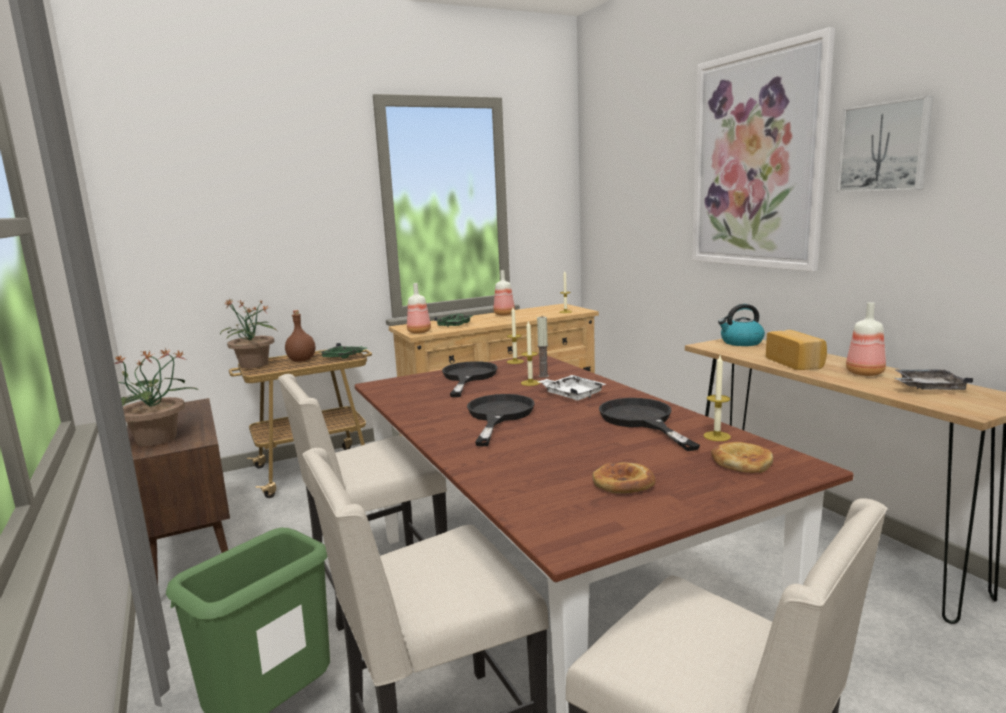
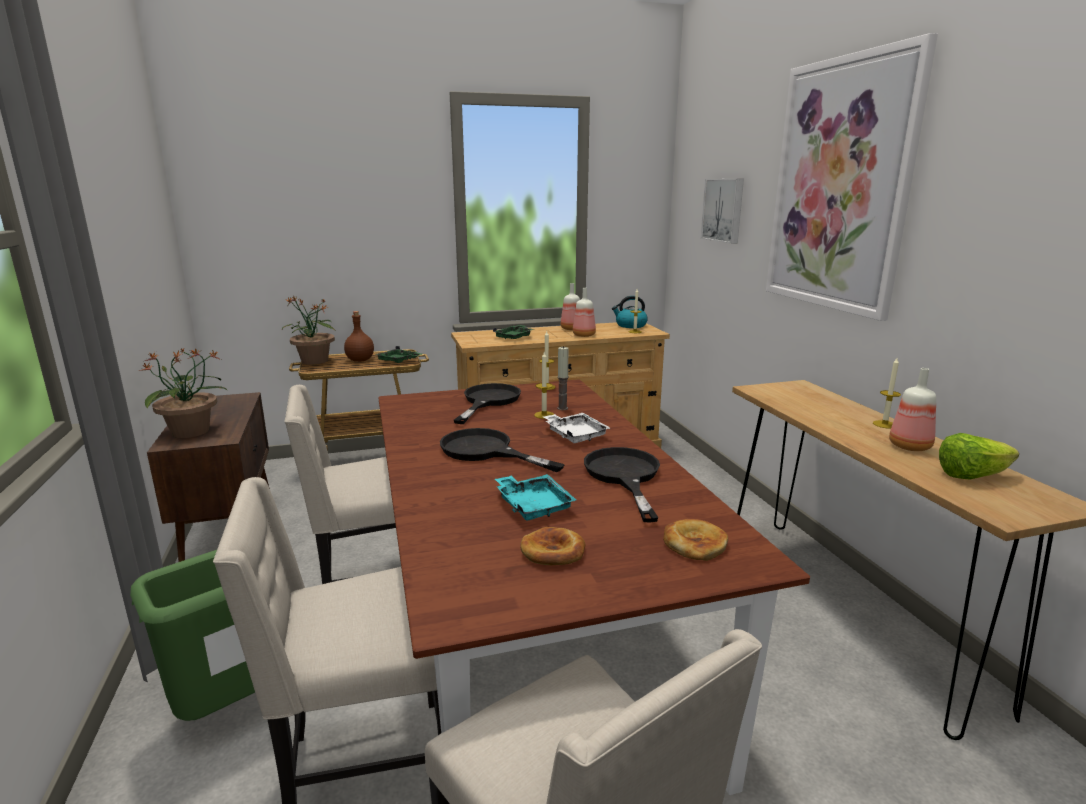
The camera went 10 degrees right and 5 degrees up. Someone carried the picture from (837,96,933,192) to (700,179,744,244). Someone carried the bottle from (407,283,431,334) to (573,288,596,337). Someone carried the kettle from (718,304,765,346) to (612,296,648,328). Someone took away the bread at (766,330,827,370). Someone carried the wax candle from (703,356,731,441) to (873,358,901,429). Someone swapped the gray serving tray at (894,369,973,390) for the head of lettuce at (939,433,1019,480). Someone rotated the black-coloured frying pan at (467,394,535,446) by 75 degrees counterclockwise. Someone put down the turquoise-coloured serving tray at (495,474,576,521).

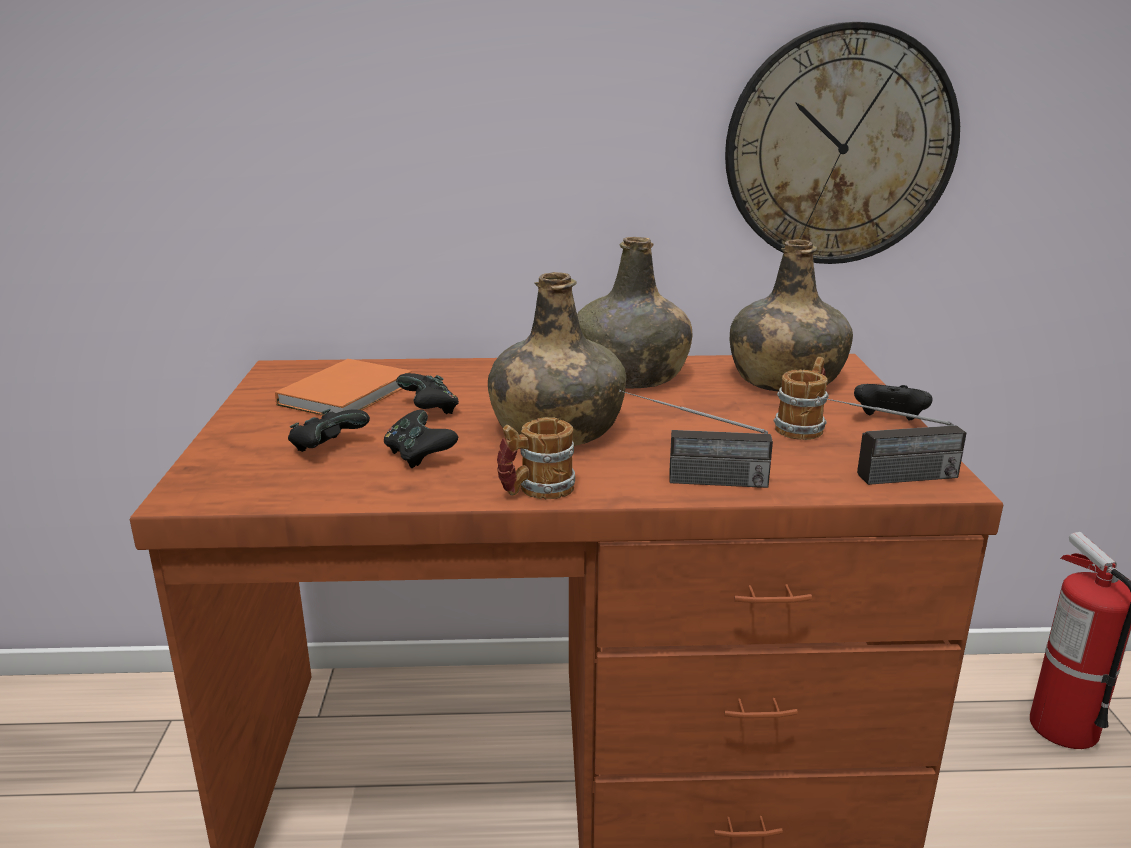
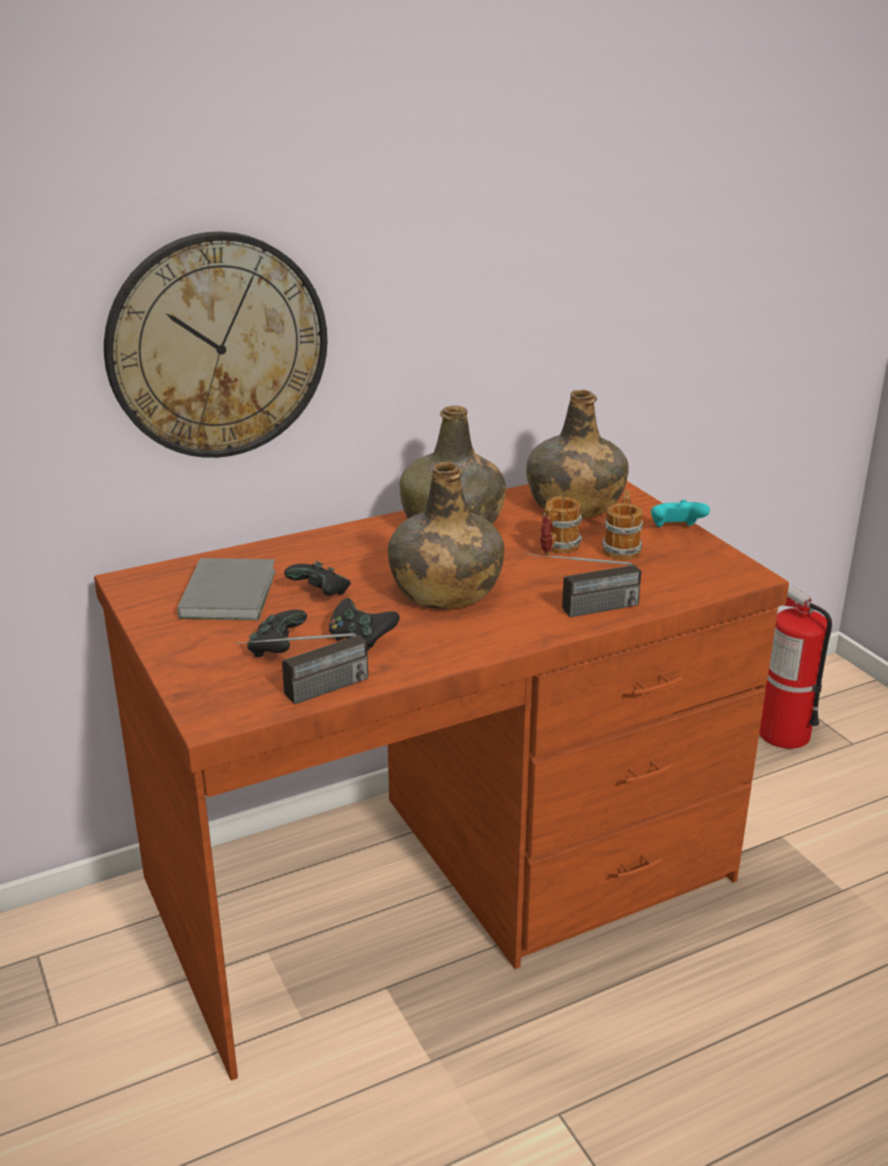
The camera went 25 degrees left and 5 degrees up. Someone carried the wall clock from (725,22,960,264) to (104,232,327,458). Someone repainted the orange bound book at (275,359,412,416), which became the gray bound book at (177,558,276,620). Someone repainted the black-coloured joypad at (854,384,933,421), which became the turquoise-coloured joypad at (651,500,710,527). Someone carried the radio set from (817,396,966,485) to (236,633,368,705). Someone carried the mug from (497,417,575,499) to (540,496,583,555).

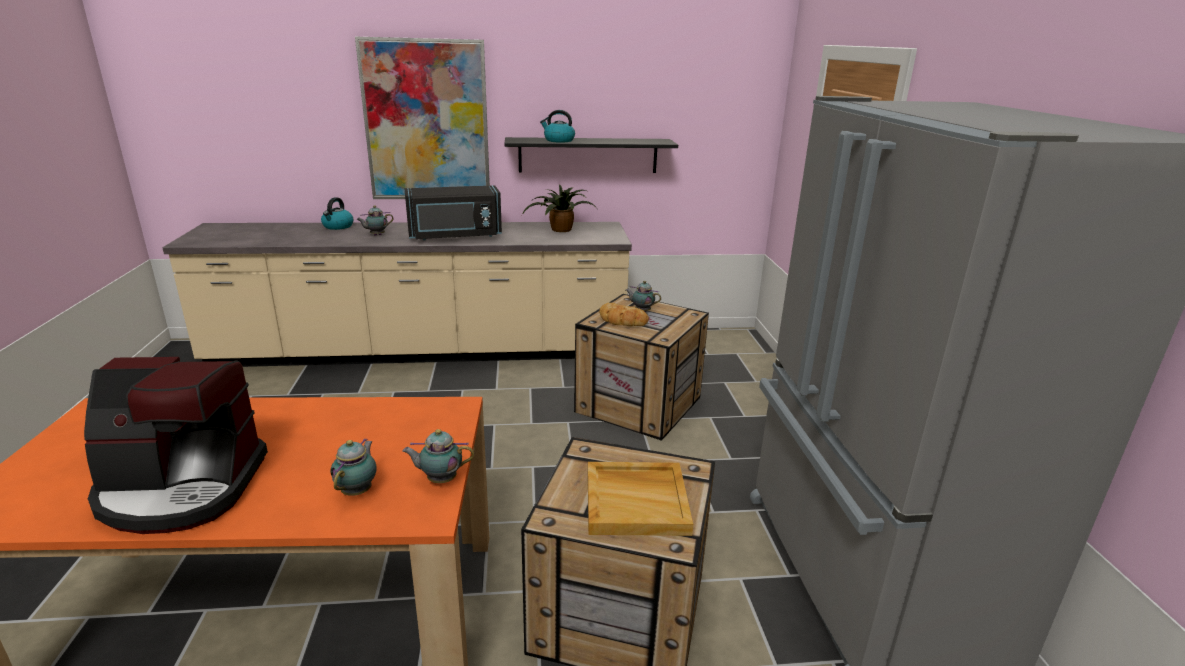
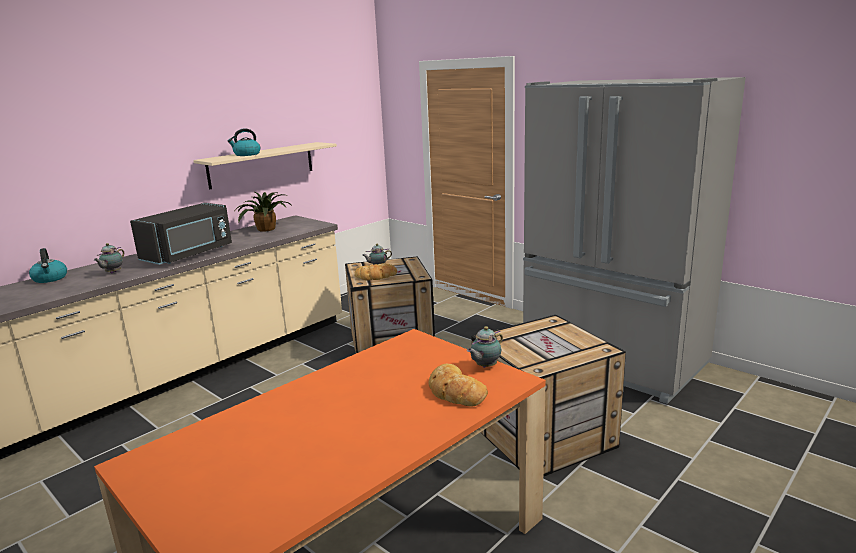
The camera went 40 degrees left and 5 degrees down. Someone took away the picture at (355,37,490,199). Someone repainted the black-coloured wall shelf at (504,137,678,173), which became the beige wall shelf at (193,142,337,190). Someone took away the coffee machine at (84,357,268,534). Someone swapped the pot for tea at (330,439,377,496) for the bread at (428,364,488,407). Someone took away the beige serving tray at (588,462,693,536).

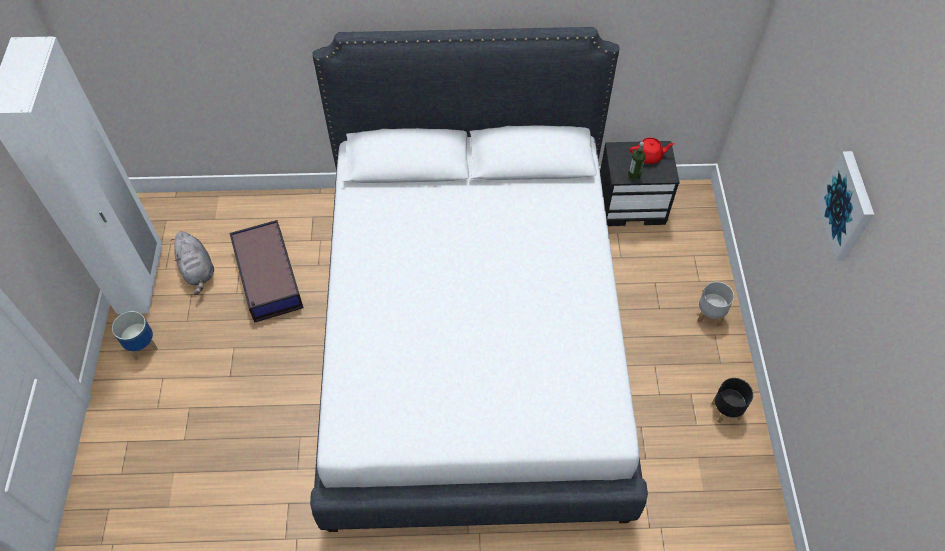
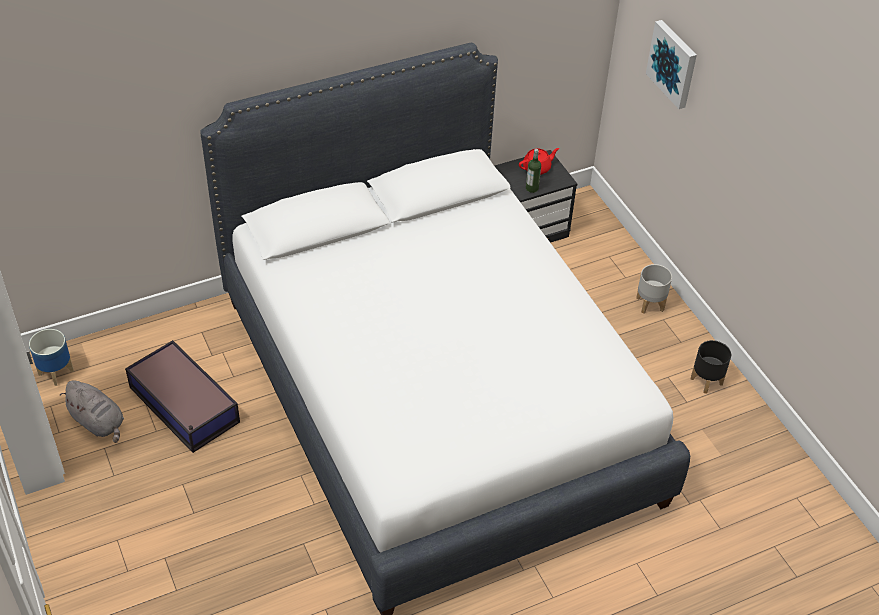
The camera went 25 degrees left and 10 degrees down. Someone carried the picture from (817,151,874,261) to (646,20,697,109). Someone carried the flower pot from (112,311,158,360) to (29,329,74,386).

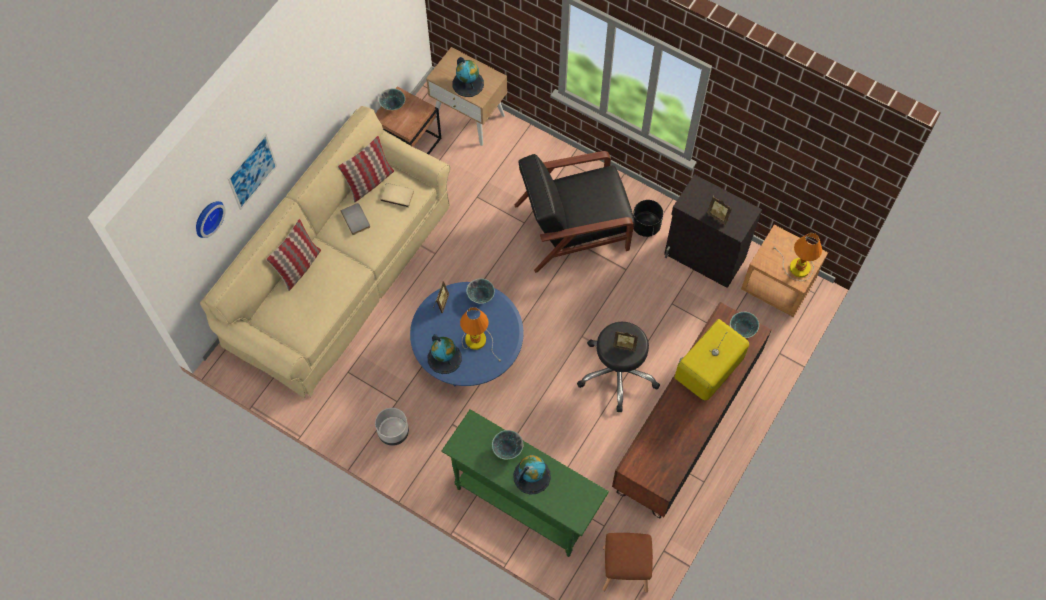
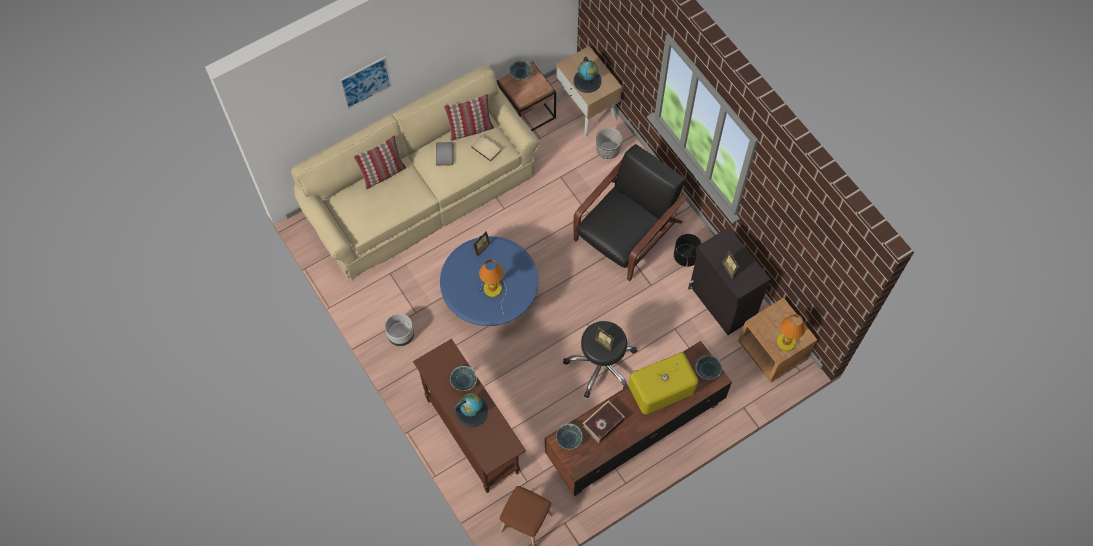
The camera went 25 degrees right and 0 degrees up. Someone rotated the black-coloured easy chair at (515,151,635,273) by 120 degrees clockwise. Someone took away the wall clock at (196,201,226,238). Someone carried the deep dish from (467,278,495,304) to (556,423,582,449). Someone took away the desk globe at (428,334,462,374). Someone repainted the greenish narrow table at (441,409,609,557), which became the brown narrow table at (413,339,526,493). Someone put down the flower pot at (596,127,622,159). Someone put down the bound book at (583,400,625,443).

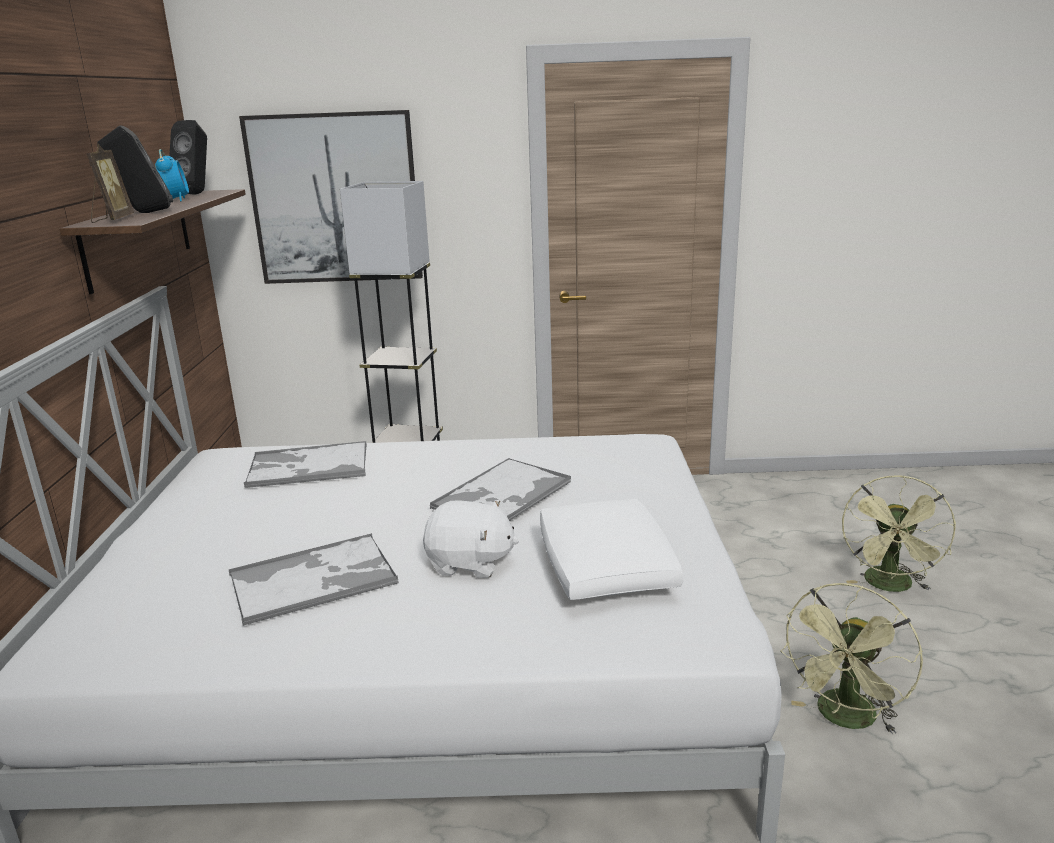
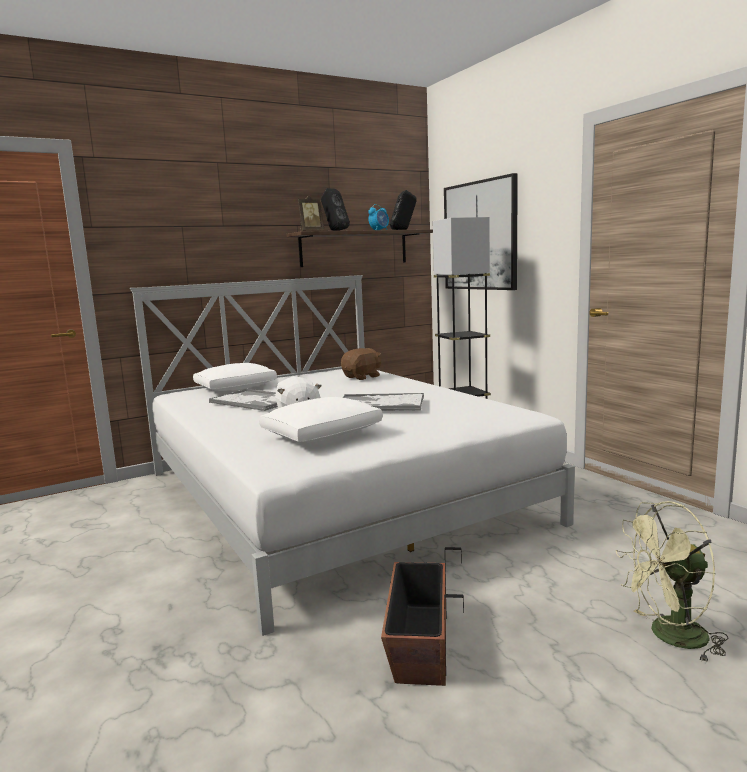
The camera went 60 degrees right and 10 degrees down. Someone swapped the serving tray at (244,441,367,488) for the brown plush toy at (341,348,381,380). Someone swapped the greenish electric fan at (780,583,923,734) for the flower pot at (381,547,464,686). Someone put down the white pillow at (193,363,277,391).

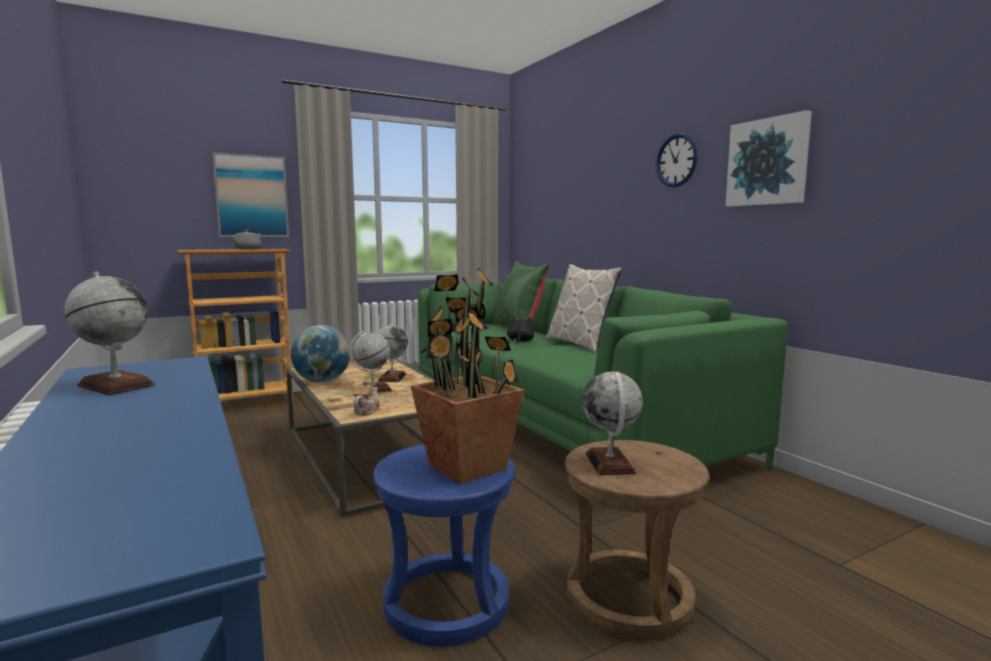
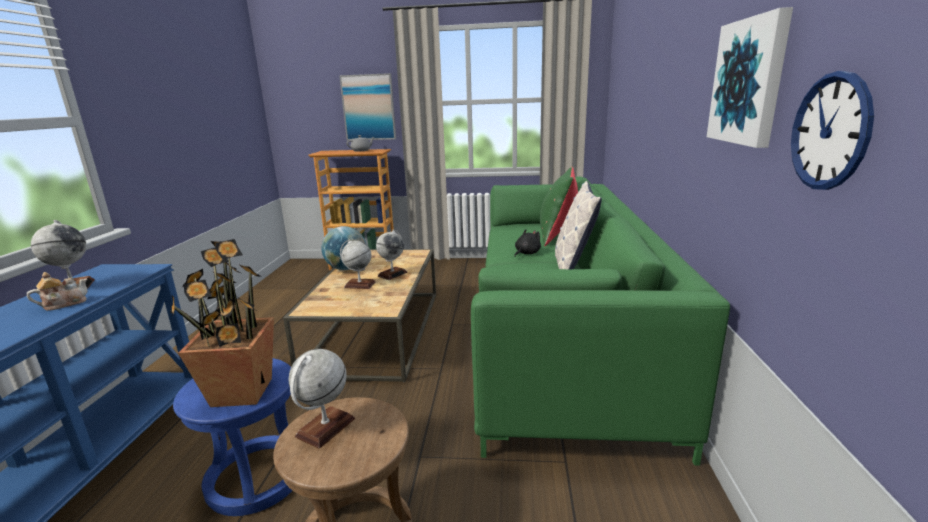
The camera went 35 degrees right and 10 degrees up. Someone carried the wall clock from (656,133,698,187) to (791,71,874,190). Someone carried the pot for tea from (352,379,380,415) to (27,272,87,311).

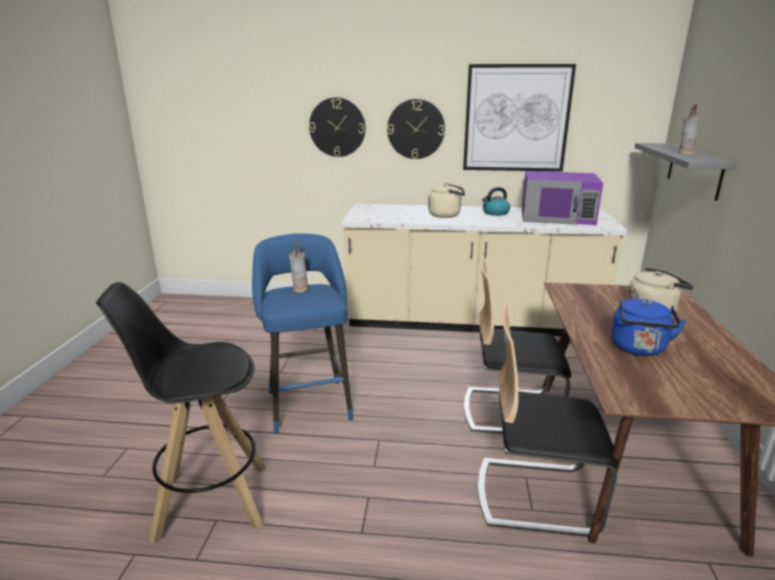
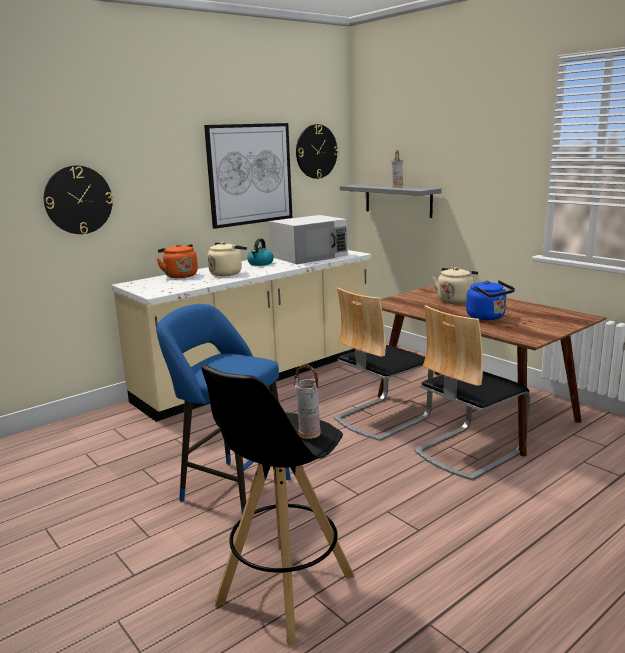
The camera went 45 degrees left and 5 degrees down. Someone carried the wall clock from (387,99,445,159) to (296,124,338,179). Someone repainted the purple-coloured microwave at (522,171,603,225), which became the white microwave at (269,215,348,264). Someone carried the vase from (289,240,308,292) to (294,364,321,439). Someone put down the orange kettle at (157,244,198,278).

